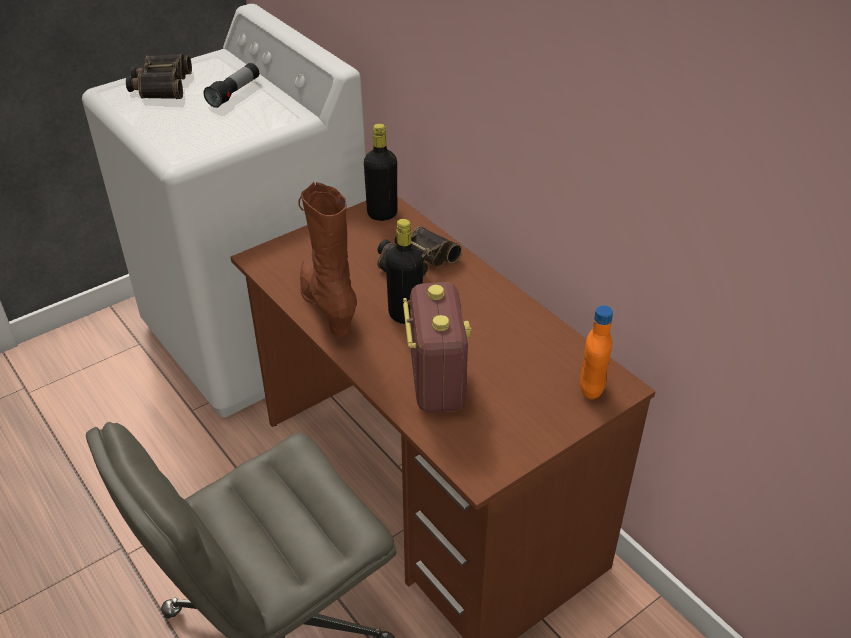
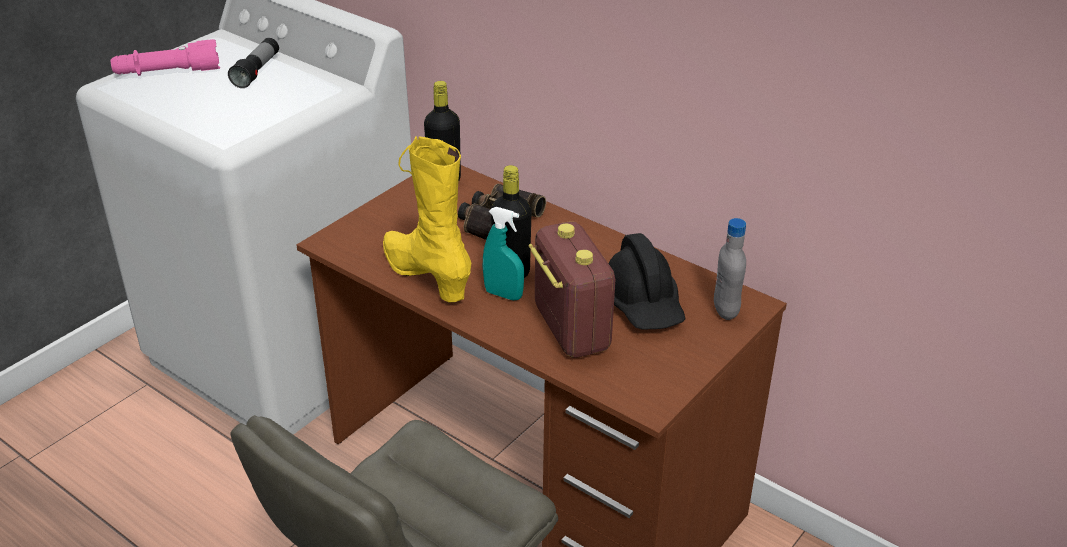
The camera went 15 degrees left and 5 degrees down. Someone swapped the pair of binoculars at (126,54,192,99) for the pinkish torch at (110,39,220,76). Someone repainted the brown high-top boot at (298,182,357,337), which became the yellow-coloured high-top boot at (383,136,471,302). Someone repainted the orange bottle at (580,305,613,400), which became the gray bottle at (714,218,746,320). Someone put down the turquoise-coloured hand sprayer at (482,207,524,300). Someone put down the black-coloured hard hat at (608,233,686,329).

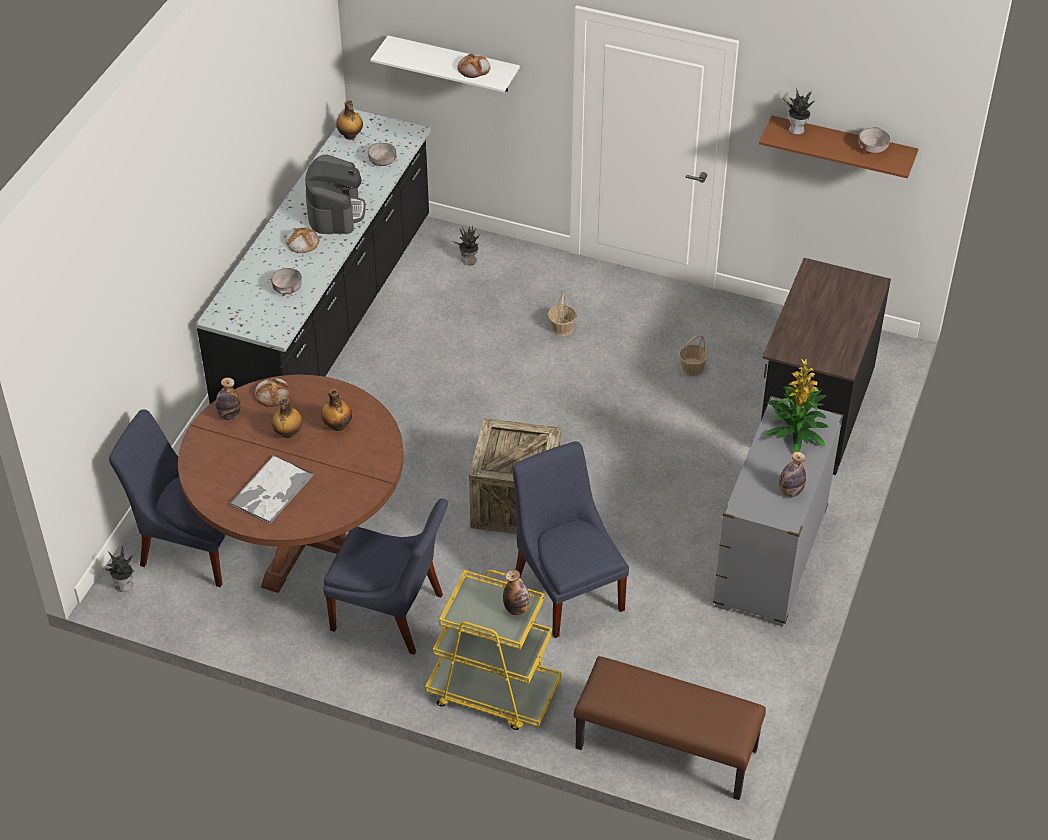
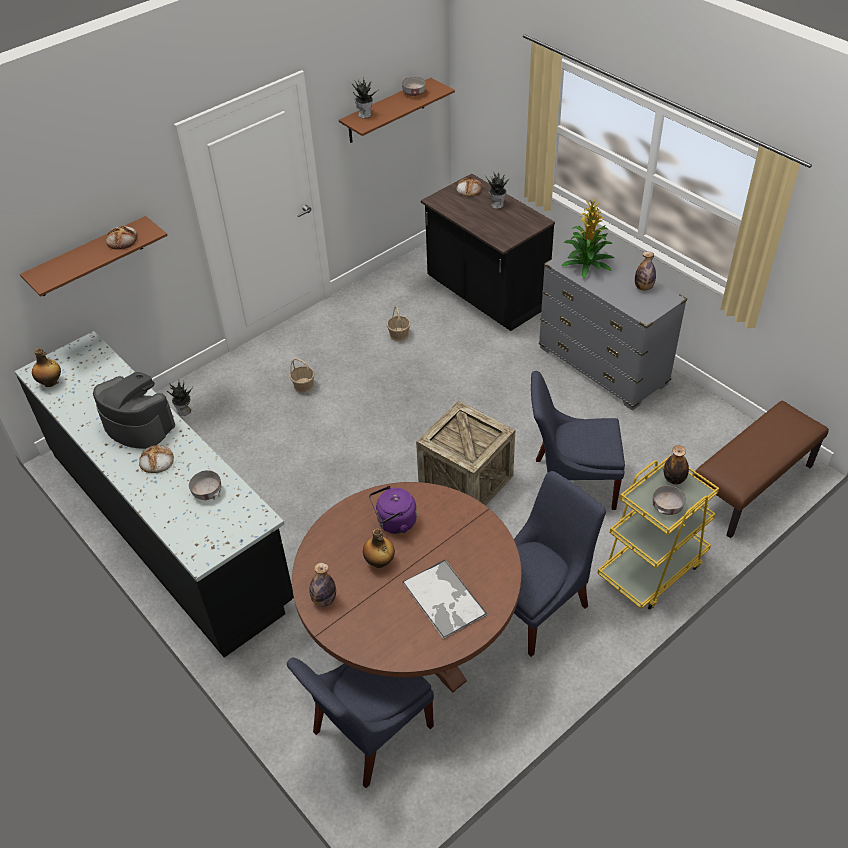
The camera went 60 degrees left and 0 degrees up. Someone repainted the white wall shelf at (371,36,520,92), which became the brown wall shelf at (20,216,168,297). Someone carried the gray deep dish from (367,143,397,166) to (652,485,686,515). Someone carried the bread from (255,378,290,407) to (457,176,482,197). Someone swapped the bottle at (321,389,352,431) for the purple-coloured kettle at (369,486,417,534). Someone carried the potted plant from (102,547,134,592) to (485,173,510,209).

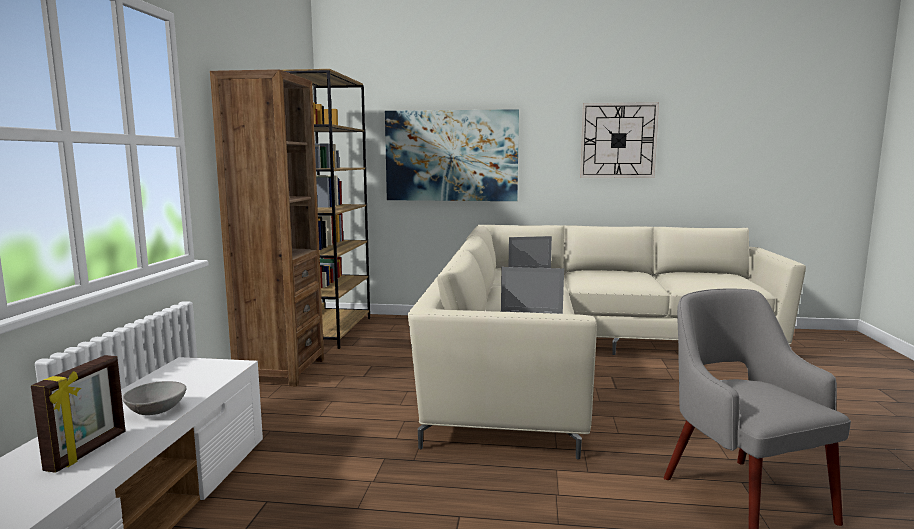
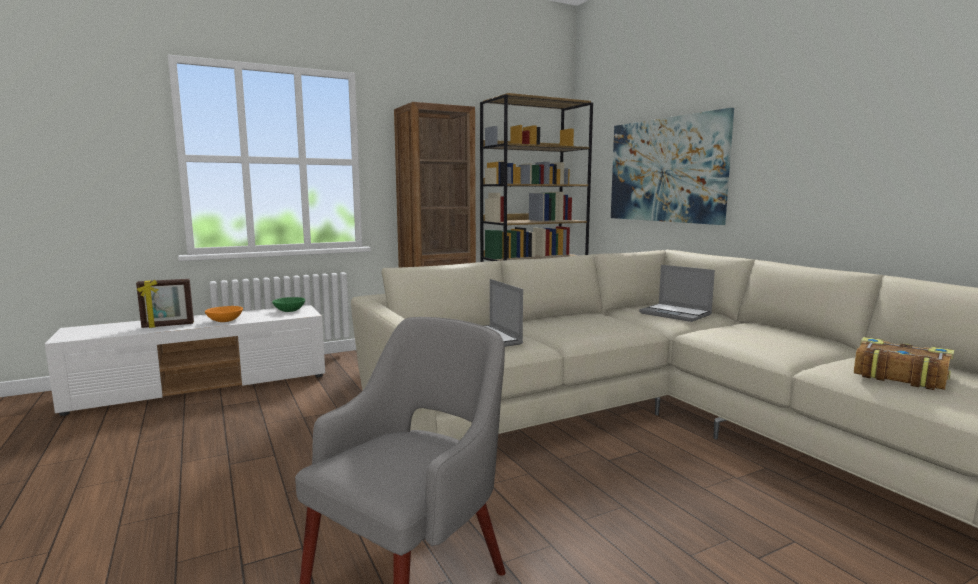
The camera went 55 degrees right and 0 degrees up. Someone took away the wall clock at (580,102,659,178). Someone repainted the gray deep dish at (122,381,186,415), which became the orange deep dish at (205,306,243,322). Someone put down the greenish deep dish at (272,297,305,312). Someone put down the bound book at (854,337,954,390).

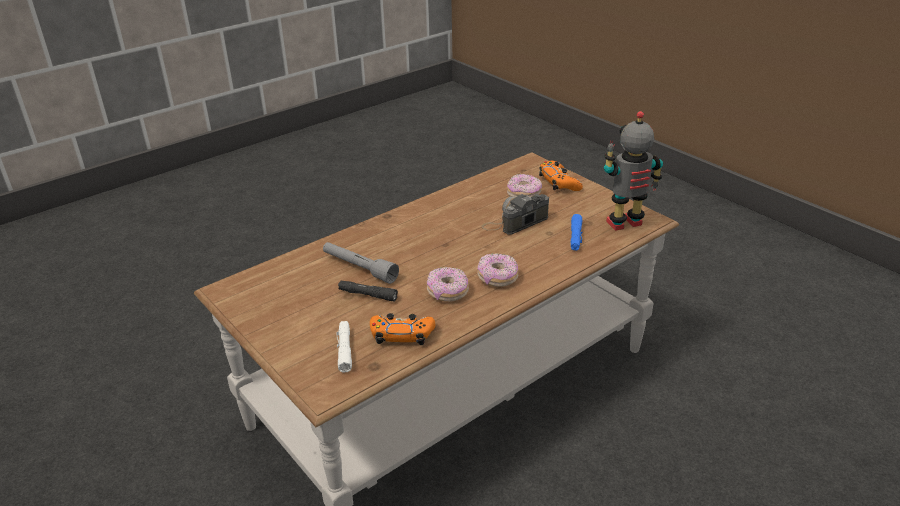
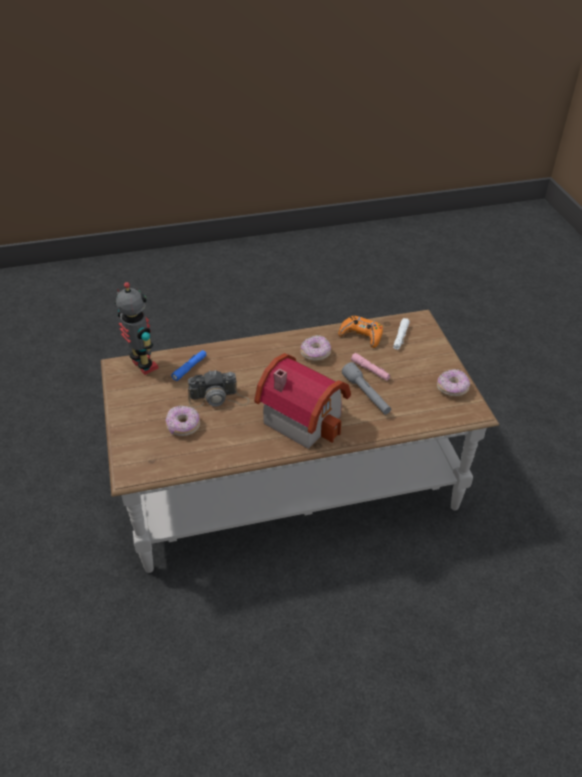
The camera went 155 degrees left and 10 degrees up. Someone rotated the model robot at (604,111,663,231) by 135 degrees counterclockwise. Someone took away the orange joypad at (539,161,583,191). Someone carried the donut from (477,253,518,287) to (437,369,470,397). Someone repainted the black-coloured torch at (338,281,398,302), which became the pinkish torch at (351,353,390,381). Someone put down the miniature house at (254,353,351,449).

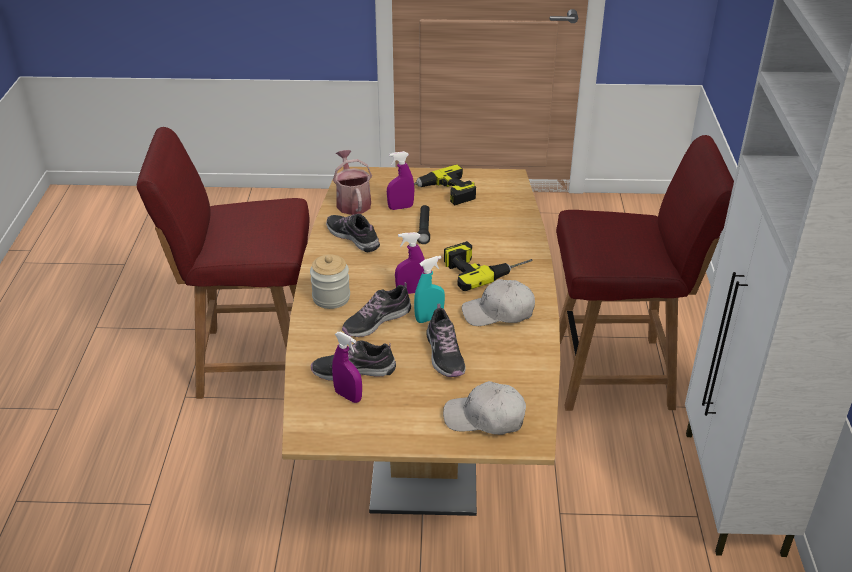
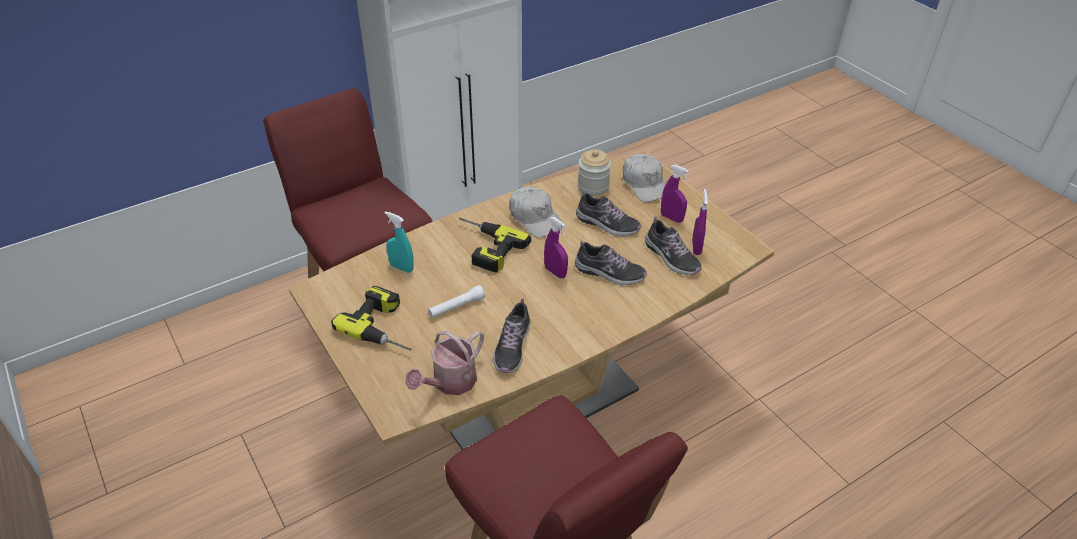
The camera went 125 degrees left and 5 degrees up. Someone carried the purple-coloured hand sprayer from (387,151,414,210) to (661,164,689,223). Someone repainted the black-coloured torch at (417,205,430,244), which became the white torch at (428,285,485,318). Someone carried the jar from (310,254,350,309) to (577,150,611,196). Someone carried the turquoise-coloured hand sprayer from (414,256,445,323) to (385,211,414,273). Someone rotated the item of footwear at (426,304,466,377) by 75 degrees clockwise.

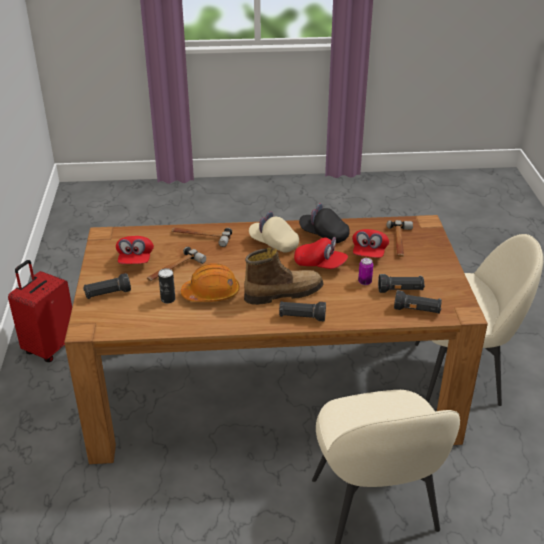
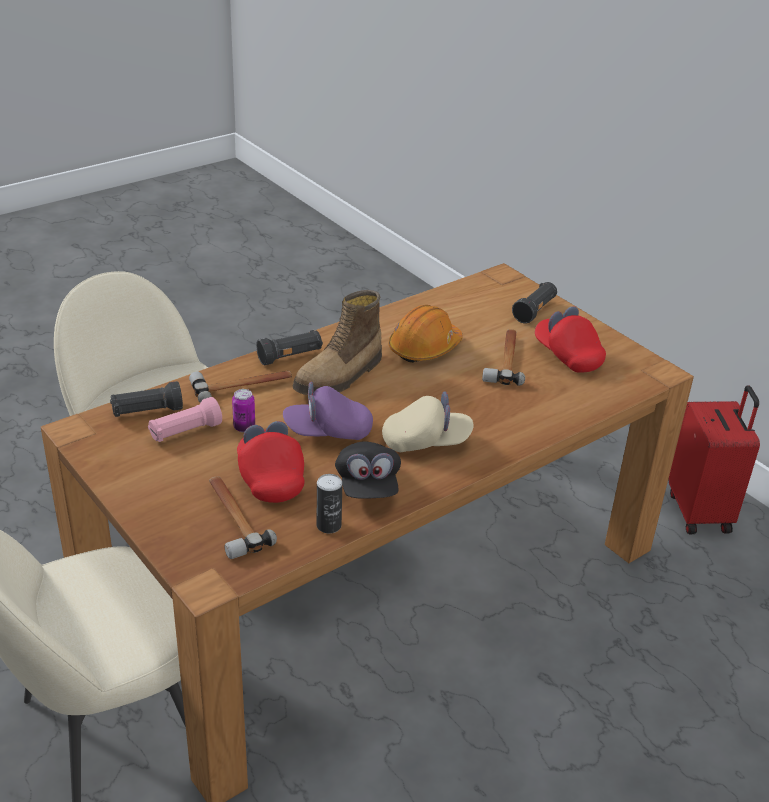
The camera went 145 degrees right and 0 degrees up. Someone rotated the black-coloured cap at (299,203,350,243) by 90 degrees clockwise. Someone carried the hammer from (172,228,232,247) to (189,371,292,403). Someone repainted the red-coloured cap at (294,237,348,269), which became the purple-coloured cap at (283,382,373,440). Someone carried the metal can from (158,268,175,303) to (317,474,342,533). Someone repainted the black-coloured torch at (378,274,425,293), which became the pinkish torch at (148,397,222,442).

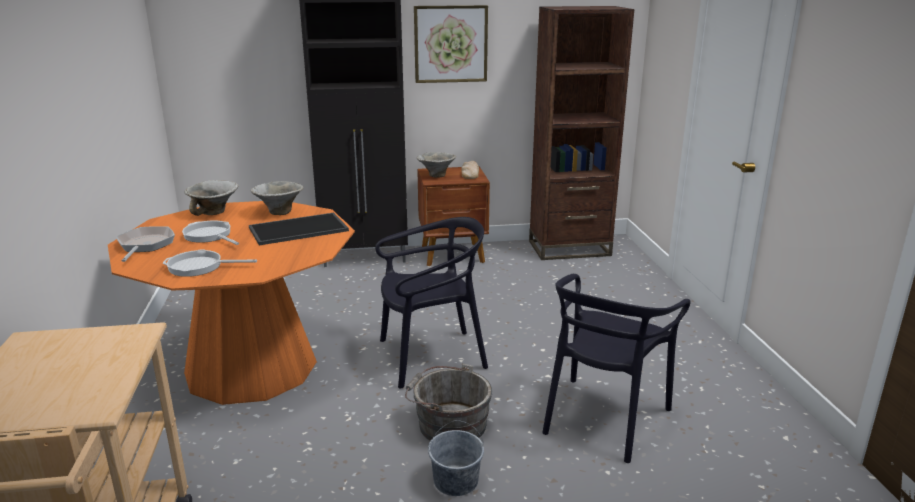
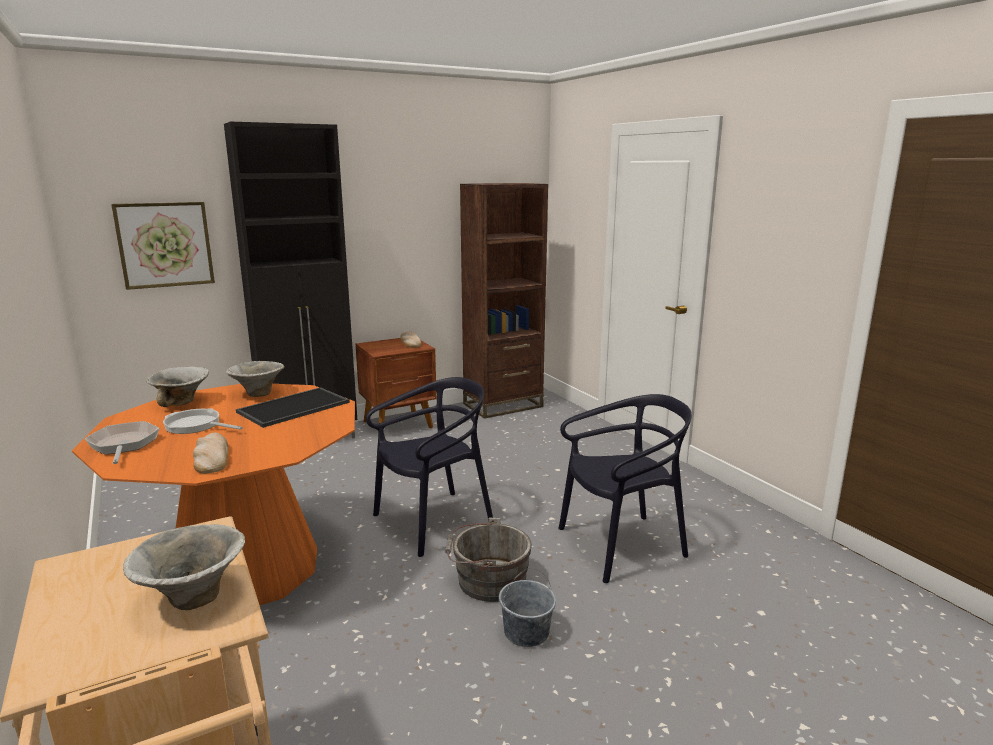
The camera went 20 degrees left and 5 degrees down. Someone carried the picture from (414,5,488,83) to (111,202,215,290). Someone carried the deep dish from (417,152,456,178) to (123,524,245,610). Someone swapped the frying pan at (163,249,257,277) for the bread at (193,432,228,474). Someone rotated the black-coloured chair at (542,274,690,463) by 120 degrees counterclockwise.

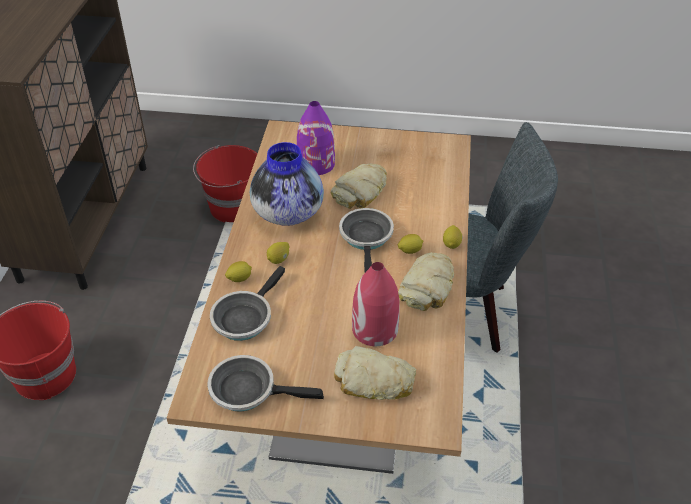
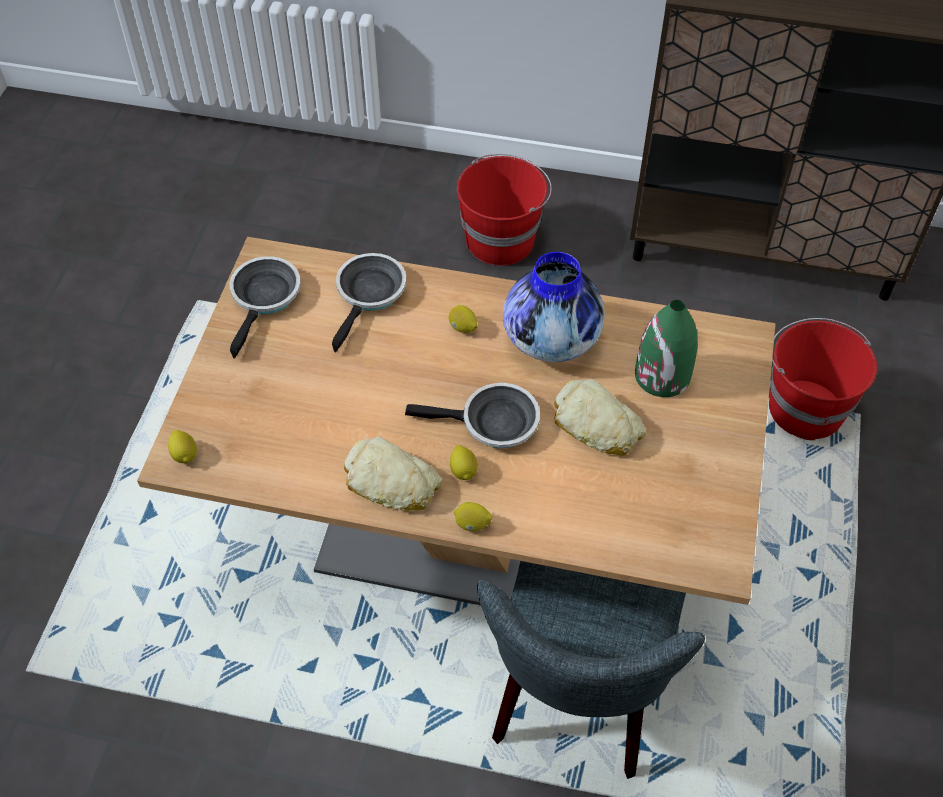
The camera went 95 degrees right and 10 degrees up. Someone repainted the purple-coloured vase at (297,101,335,175), which became the greenish vase at (635,300,698,397). Someone carried the lemon from (225,261,252,282) to (168,430,197,463). Someone took away the red-coloured vase at (352,262,400,346). Someone rotated the frying pan at (210,266,285,341) by 75 degrees clockwise. Someone took away the bread at (334,346,416,400).

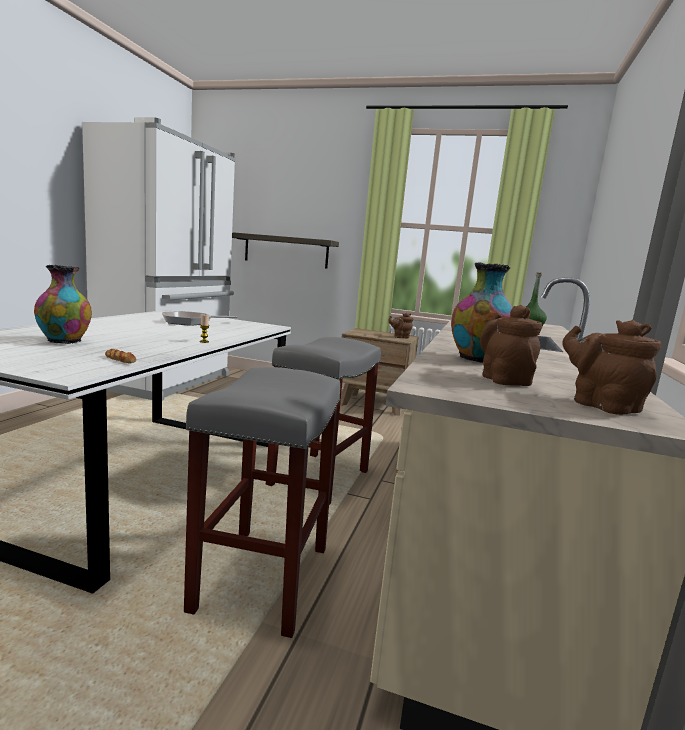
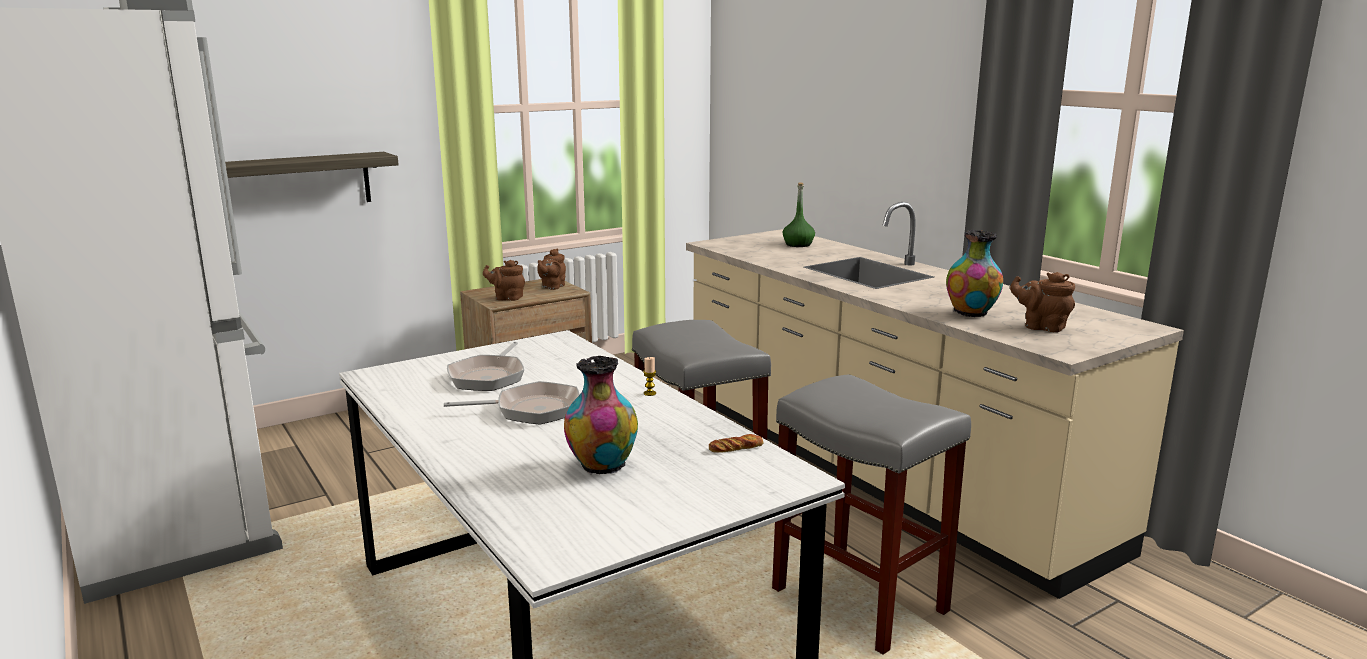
The camera went 50 degrees left and 5 degrees up. Someone carried the brown pot for tea from (562,320,661,415) to (483,260,525,301). Someone put down the frying pan at (444,381,580,425).

